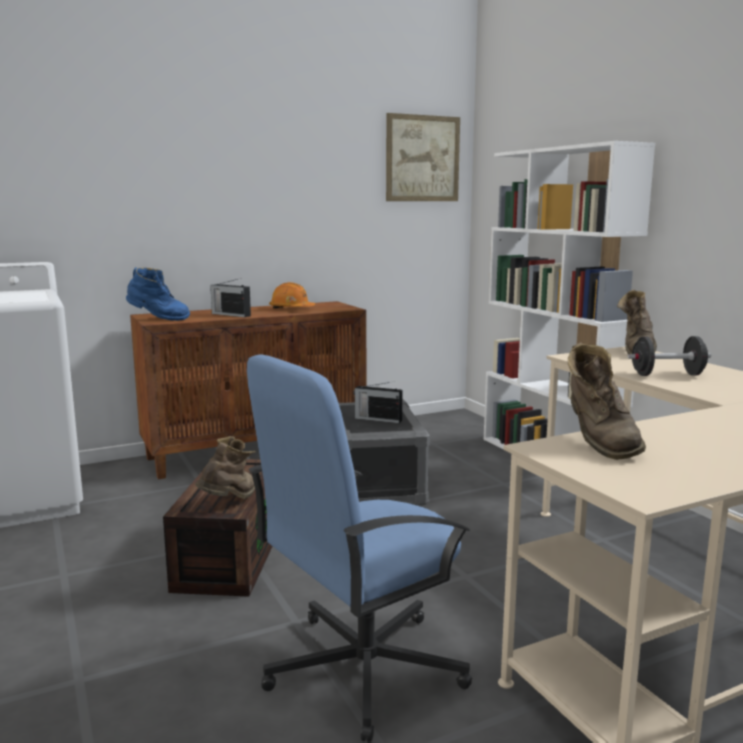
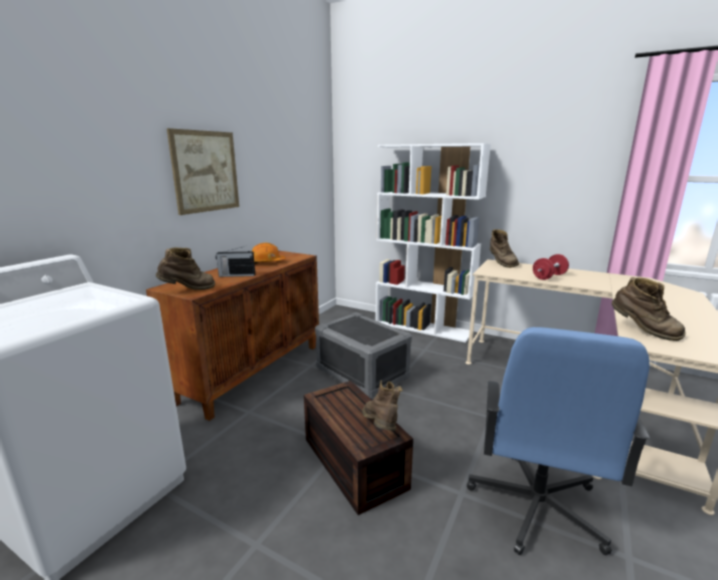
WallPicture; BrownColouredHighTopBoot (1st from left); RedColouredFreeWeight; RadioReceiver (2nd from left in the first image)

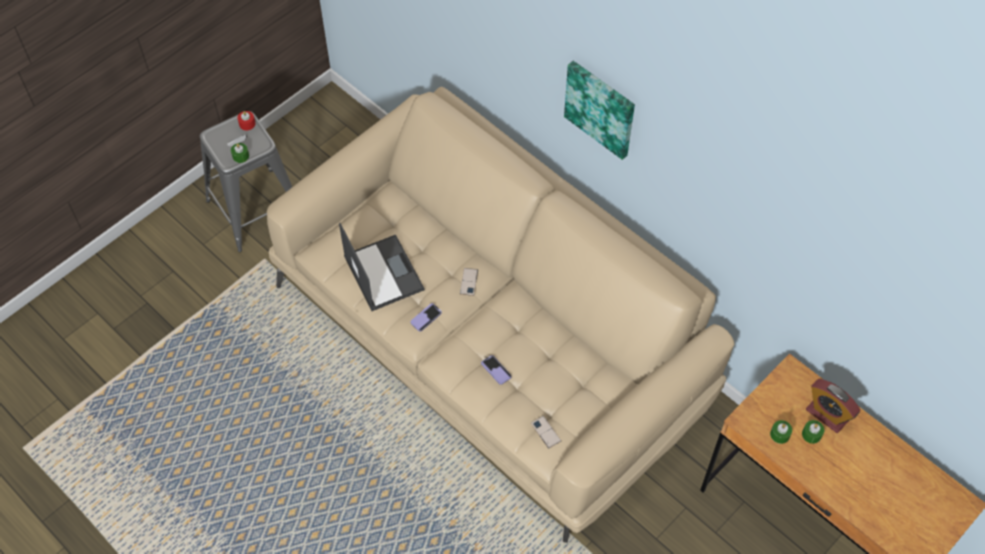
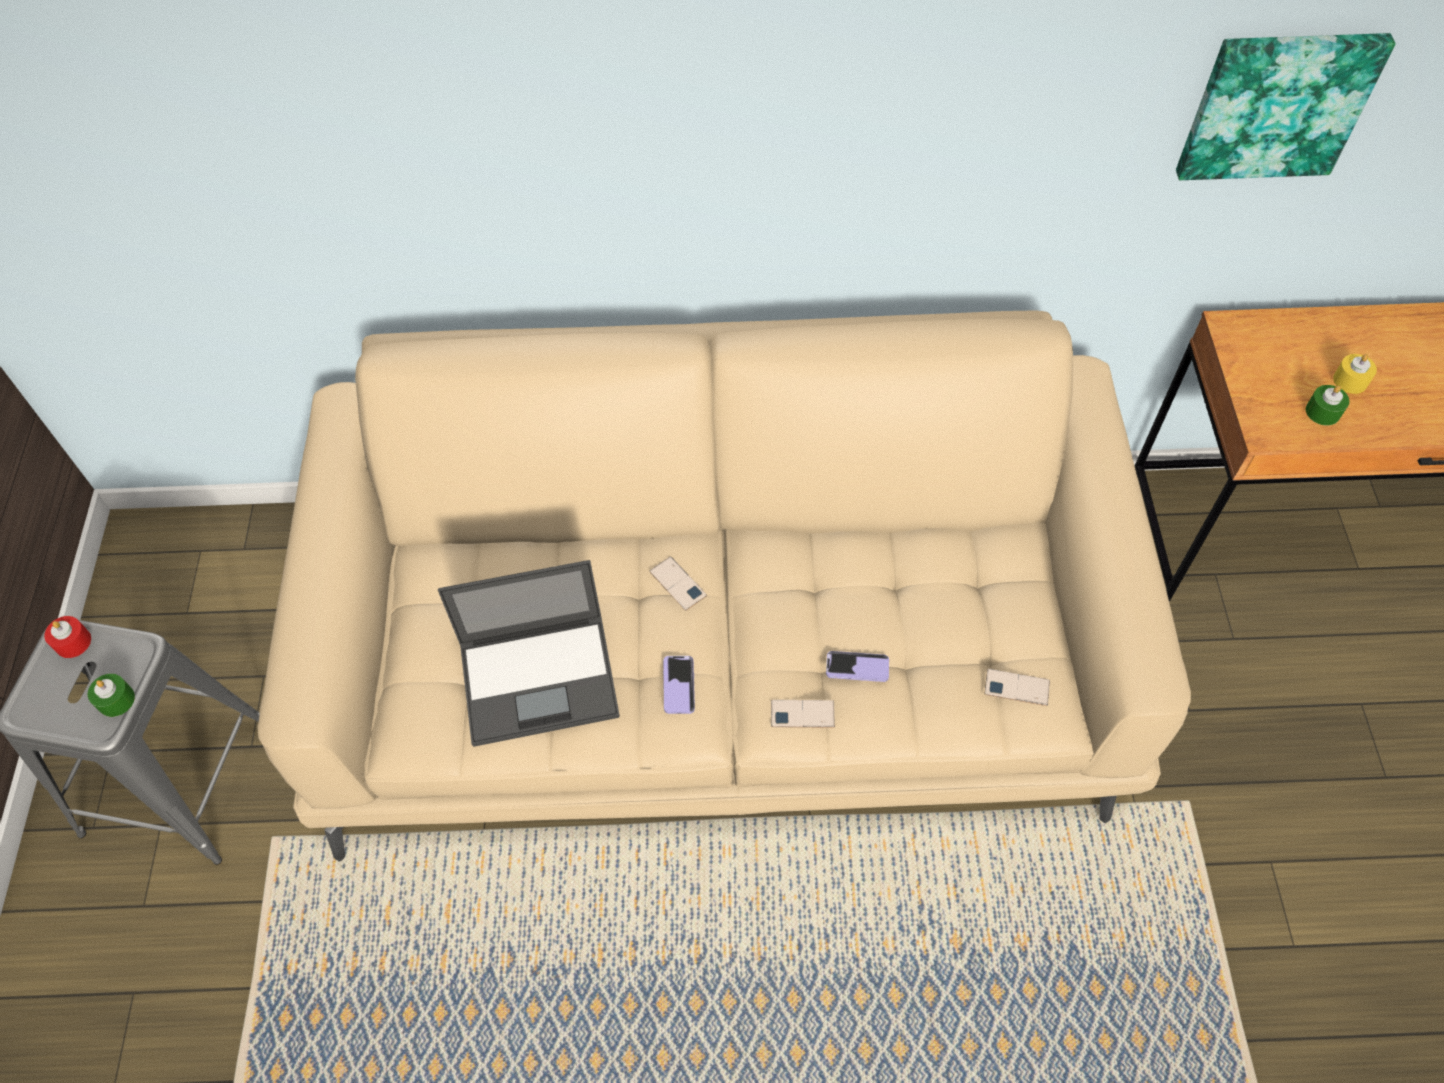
WallPicture; Laptop; BedsideClock; YellowishWaxCandle; Handset (3rd from left)

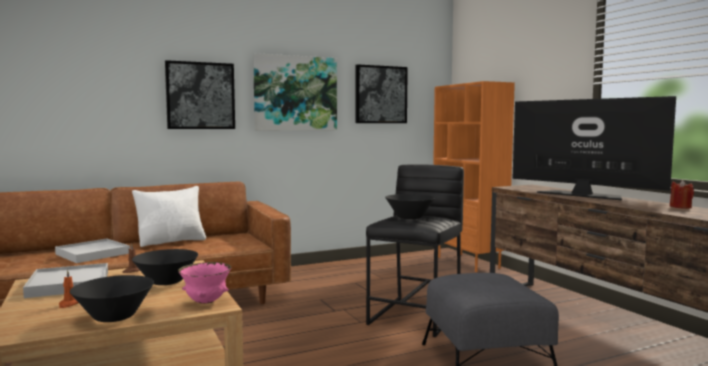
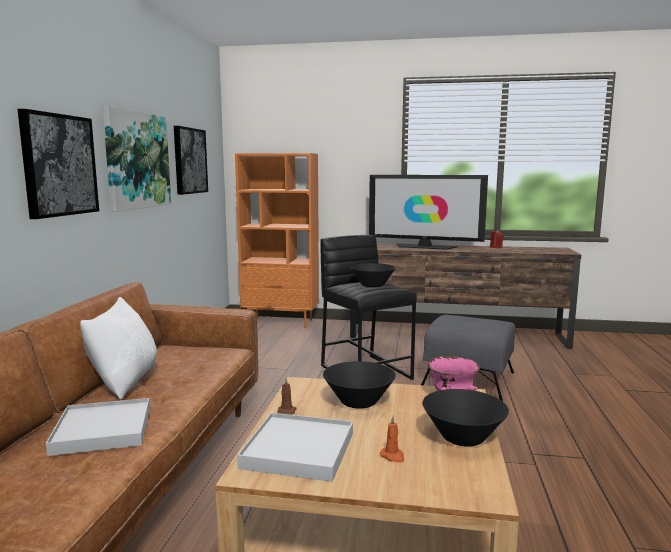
Television

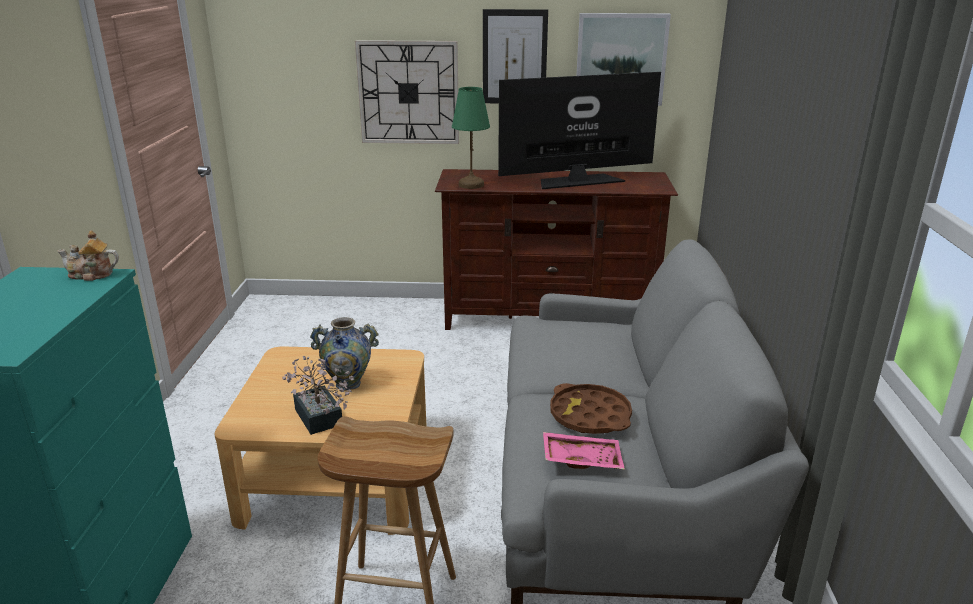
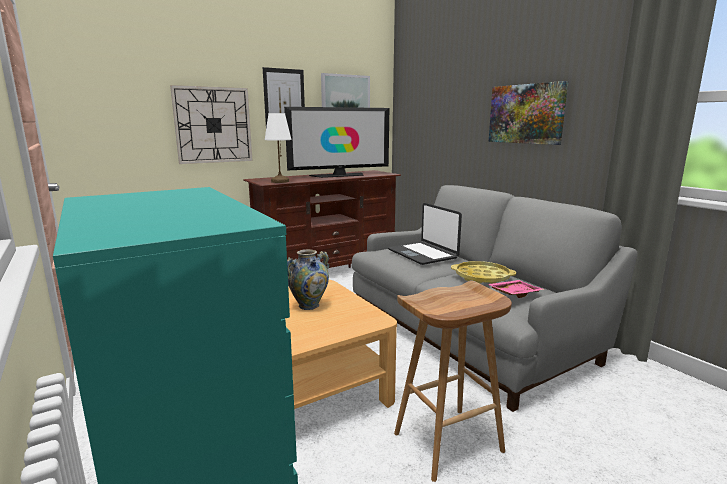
Television; WhiteColouredLampForATable; PotForTea; Houseplant; YellowishServingTray; WallPicture (3rd from left); Laptop

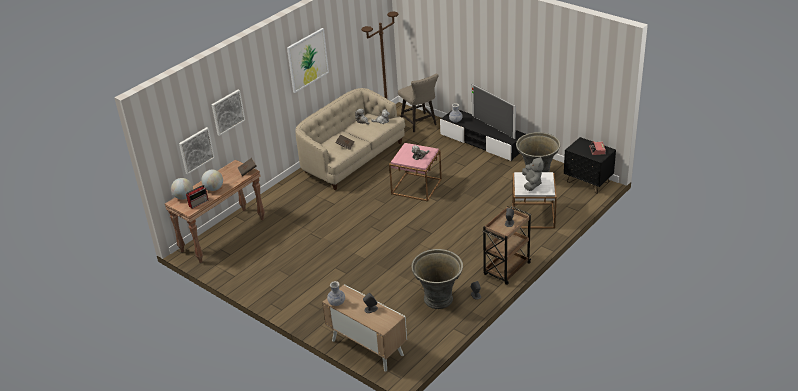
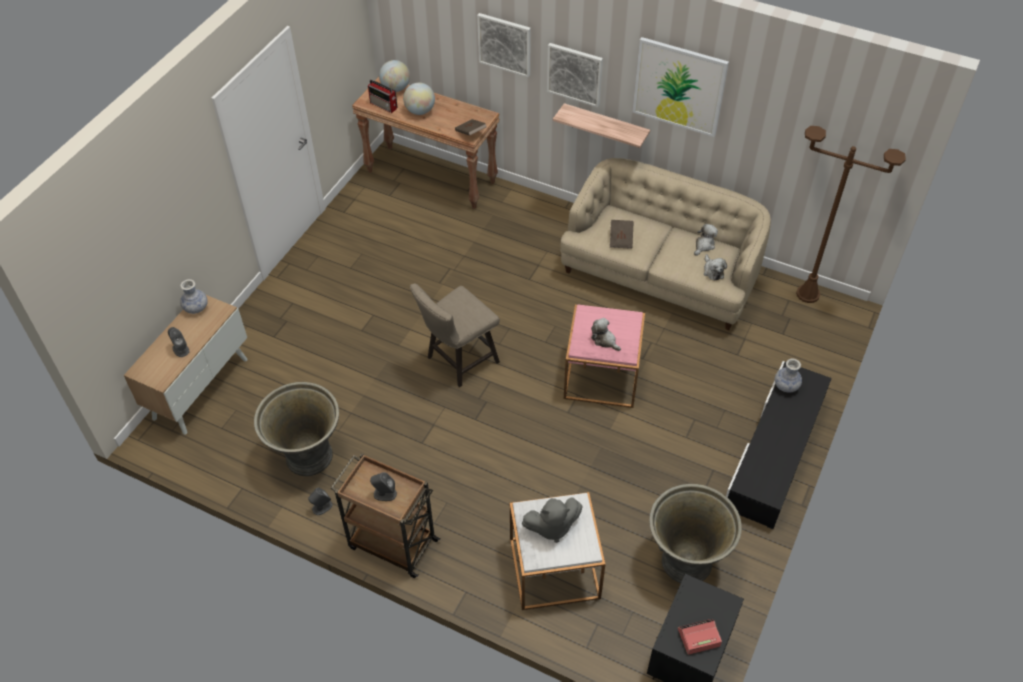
BeigeStool; Television; WallPicture (2nd from left); Shelf

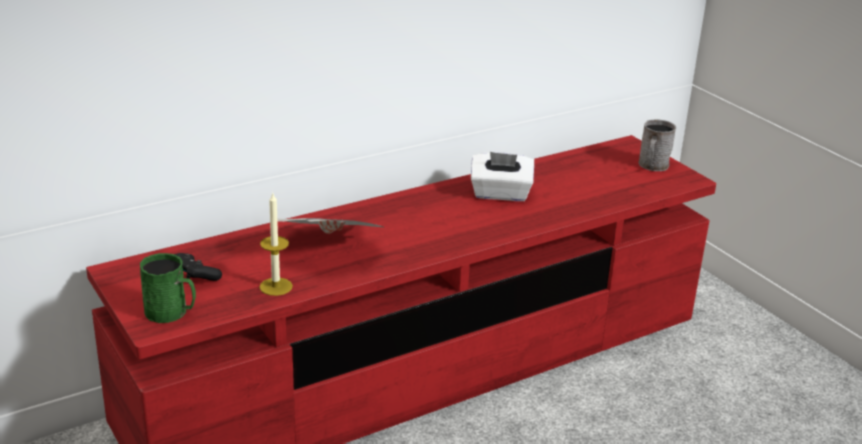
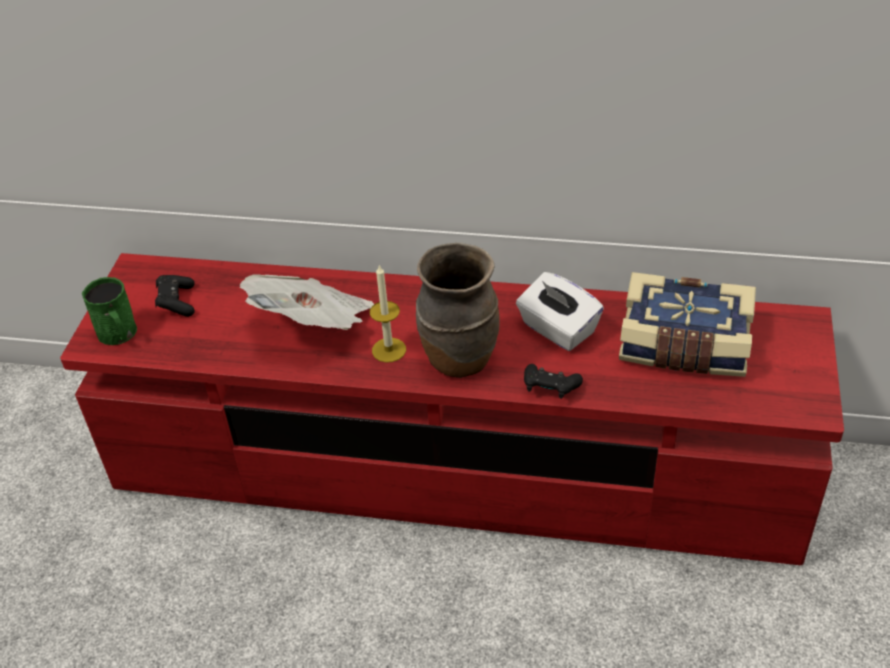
GreyMug; WaxCandle; BrownColouredDecorativeVase; Volume; BlackColouredGameController (2nd from left)

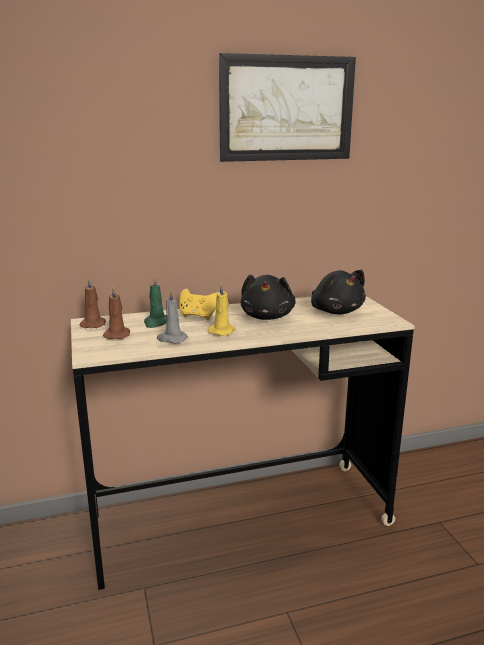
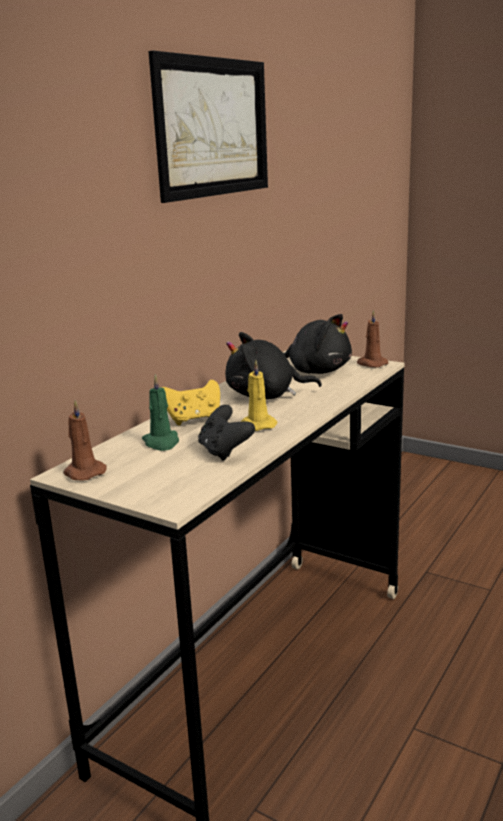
BlackColouredSoftToy (1st from left); BrownColouredWaxCandle (2nd from left); BlackColouredGameController

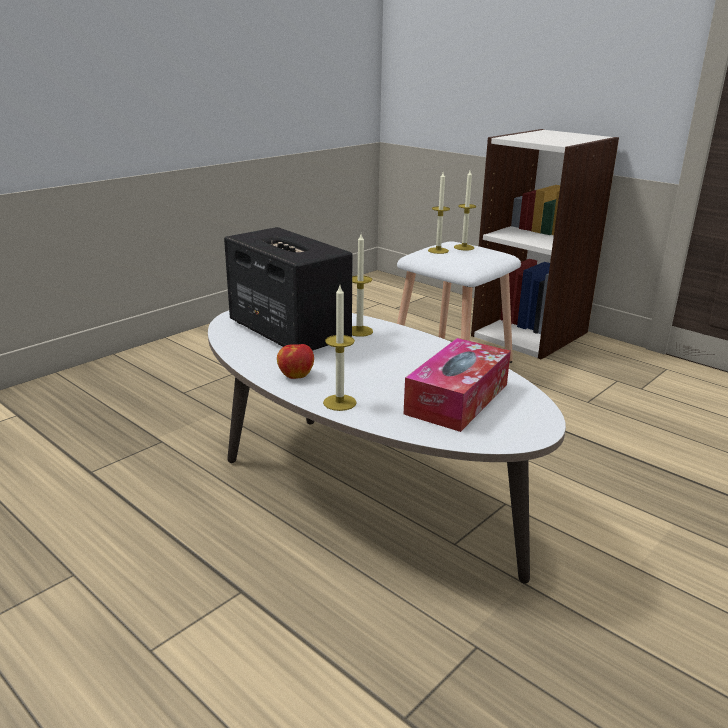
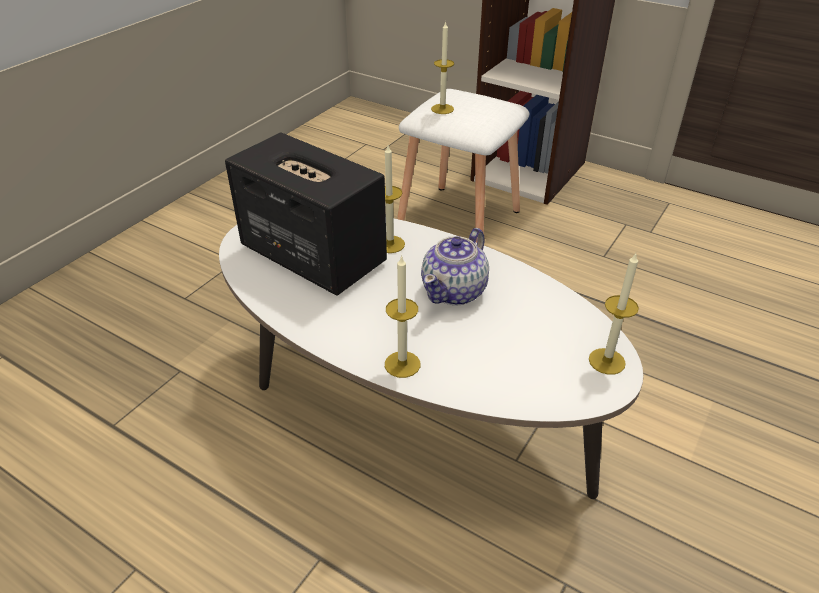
WaxCandle (4th from left); TissueBox; Apple; PotForTea

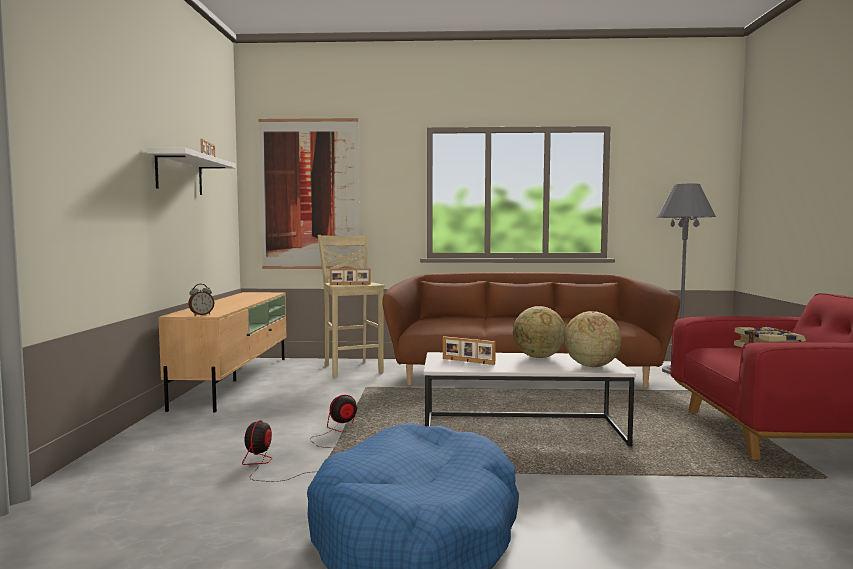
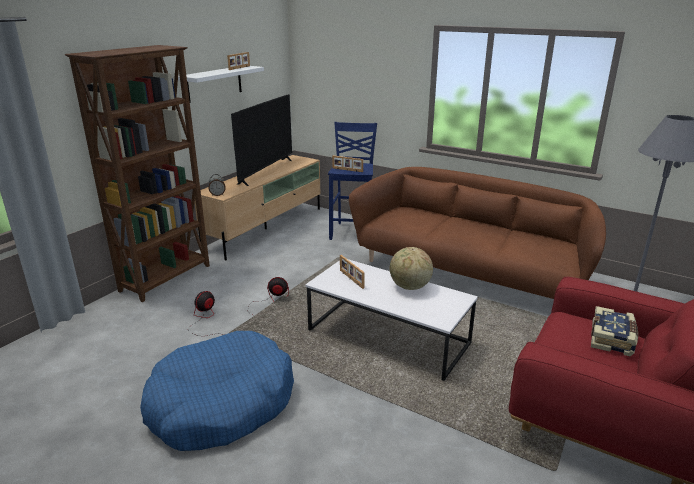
WallPicture; BluishStool; DeskGlobe (2nd from left in the first image); BrownColouredShelvingUnit; Television

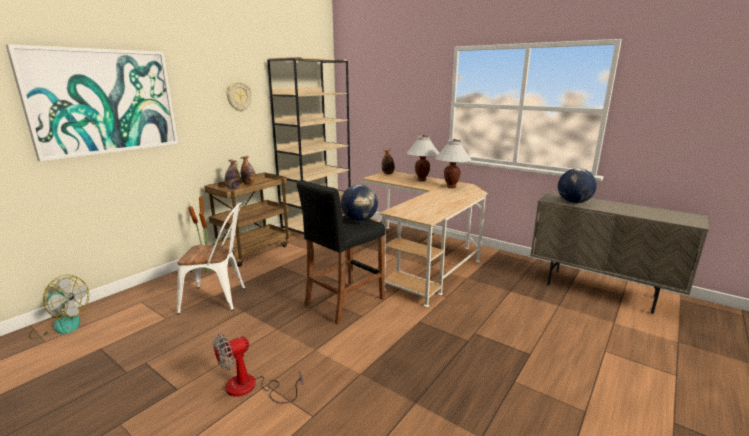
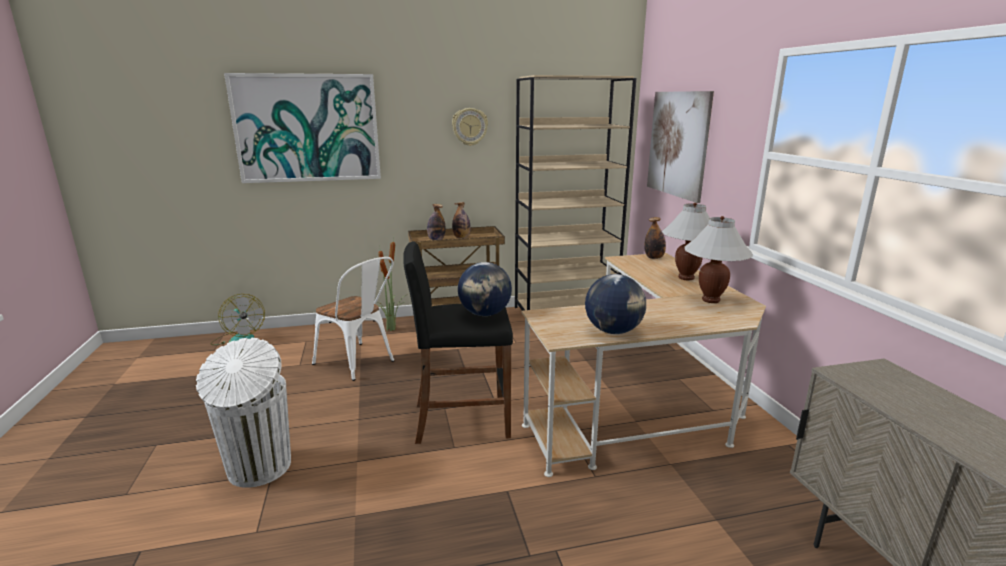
DeskGlobe (2nd from left); WhiteColouredWasteBin; WallPicture (2nd from left)

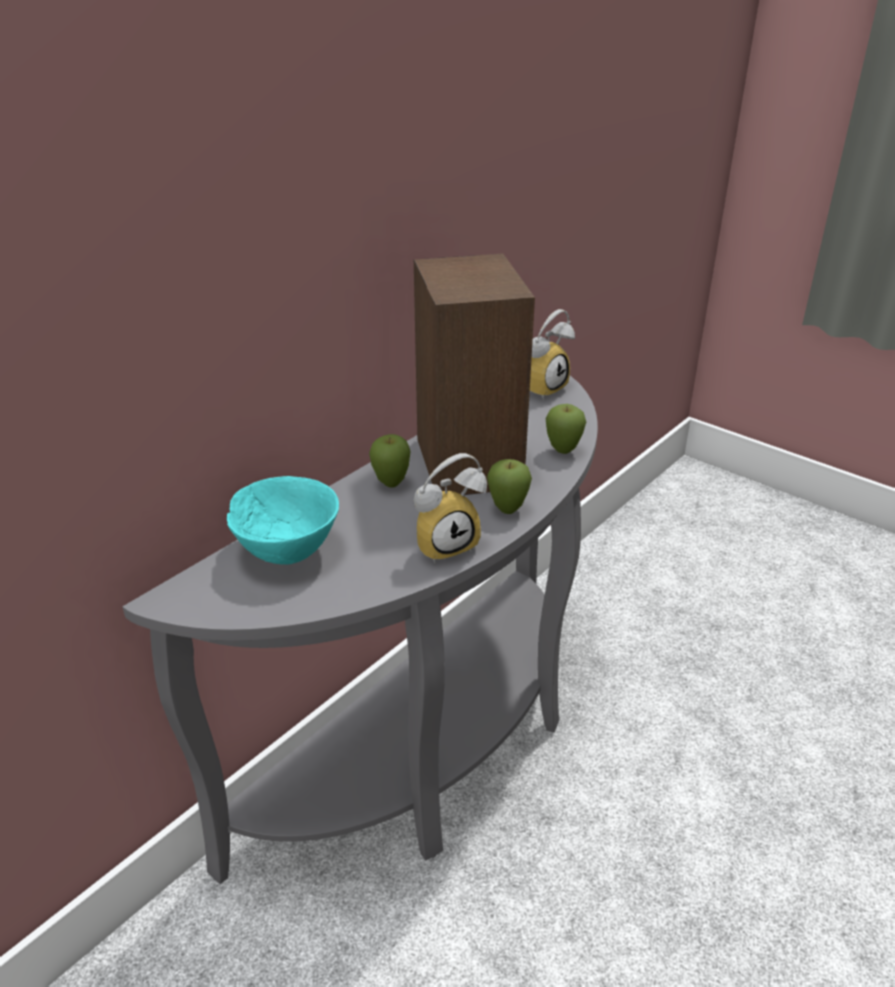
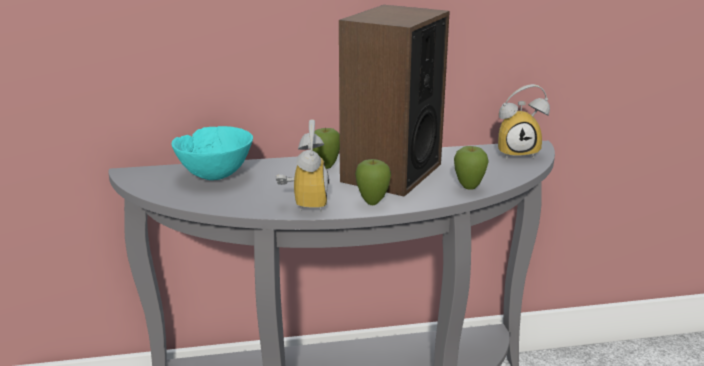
BedsideClock (1st from left)

